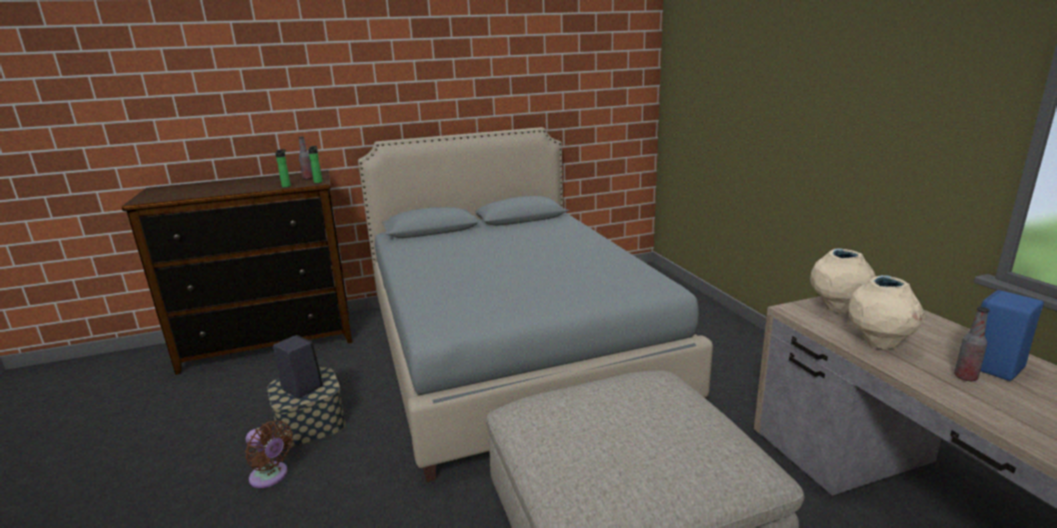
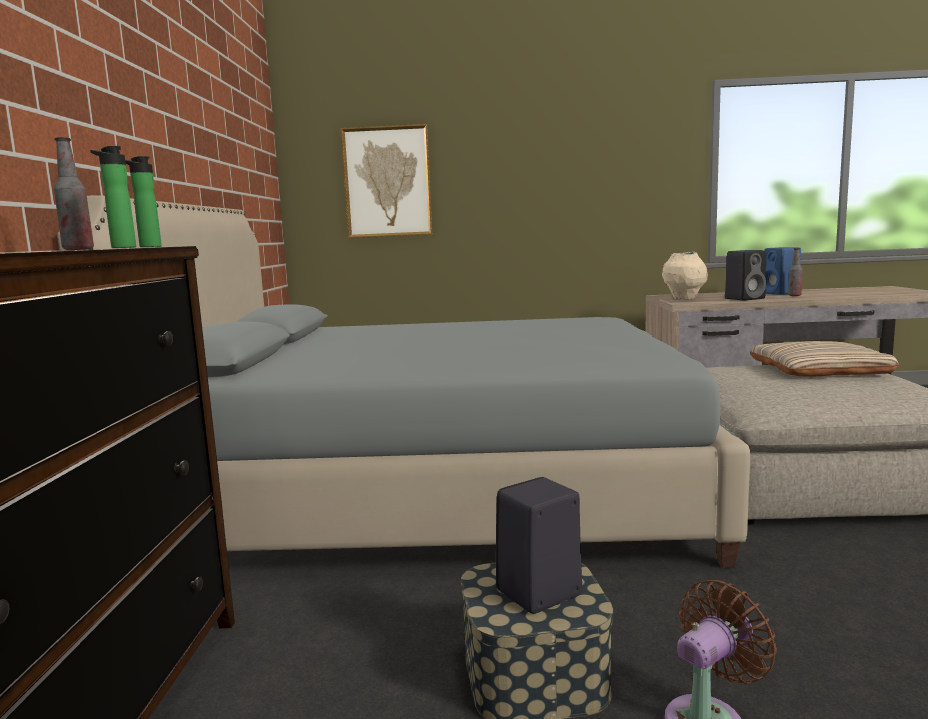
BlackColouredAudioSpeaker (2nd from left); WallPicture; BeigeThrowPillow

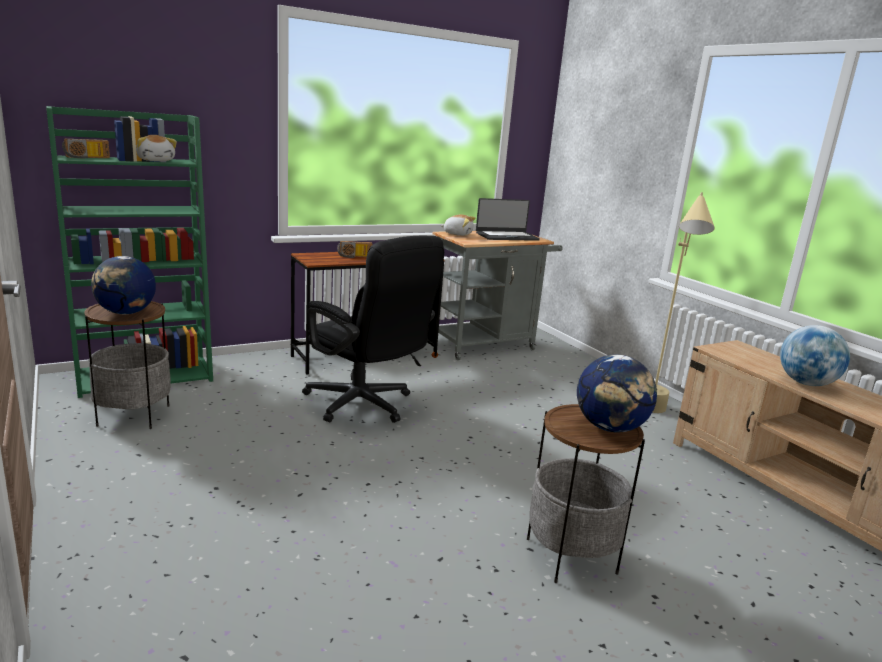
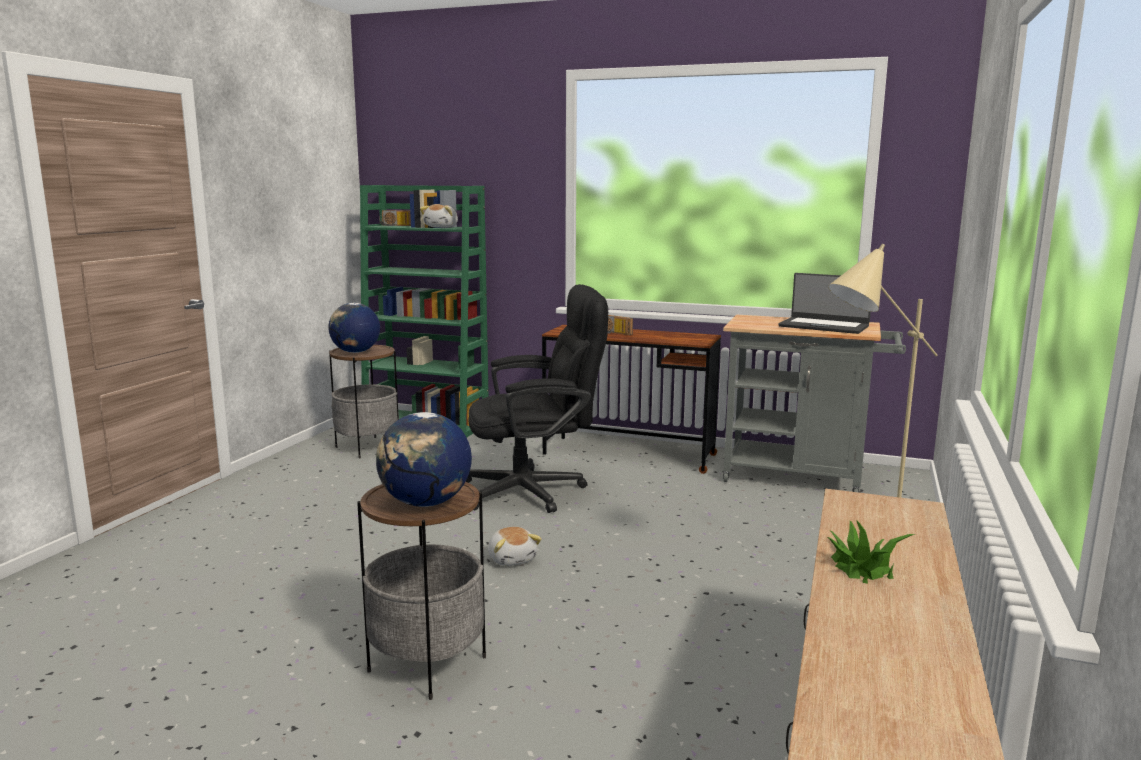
SoftToy (2nd from left); BlackColouredOfficeChair; Houseplant

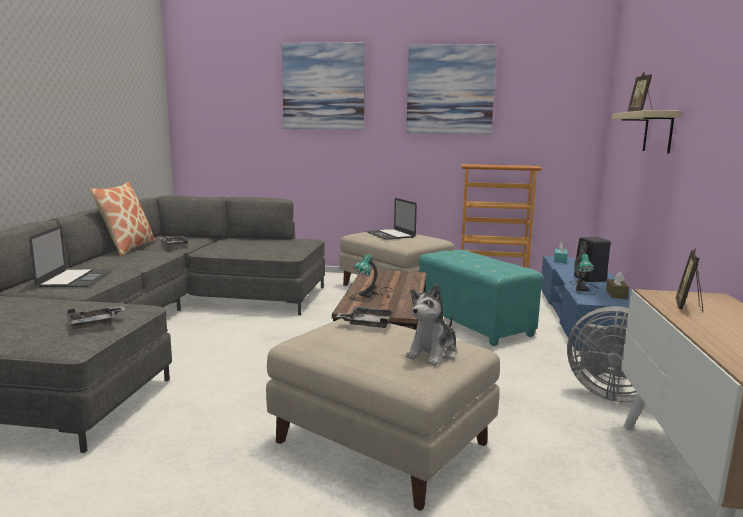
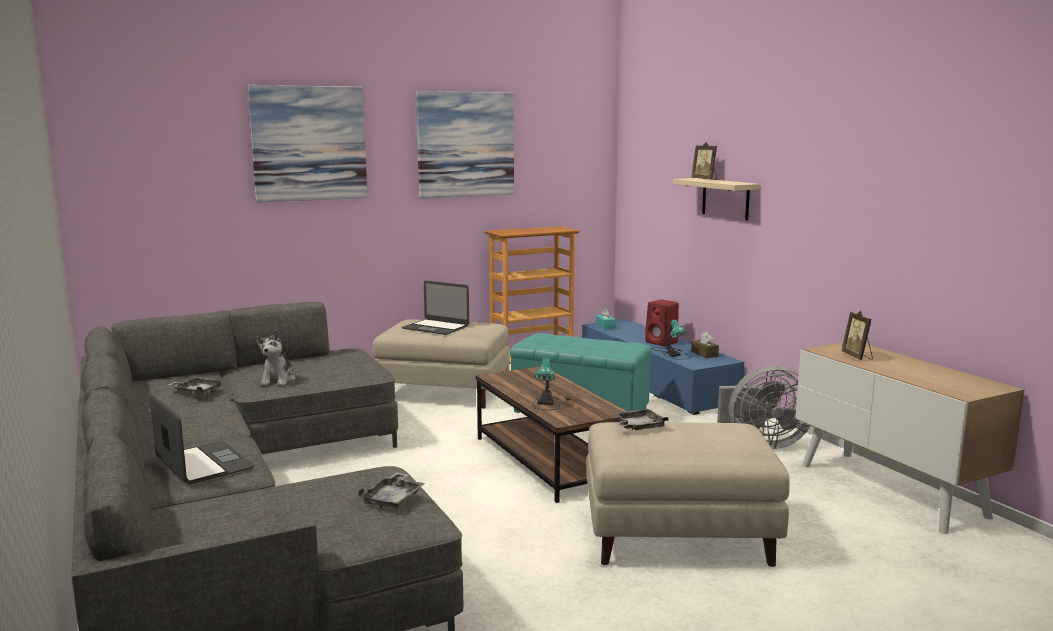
ThrowPillow; RedColouredAudioSpeaker; SoftToy

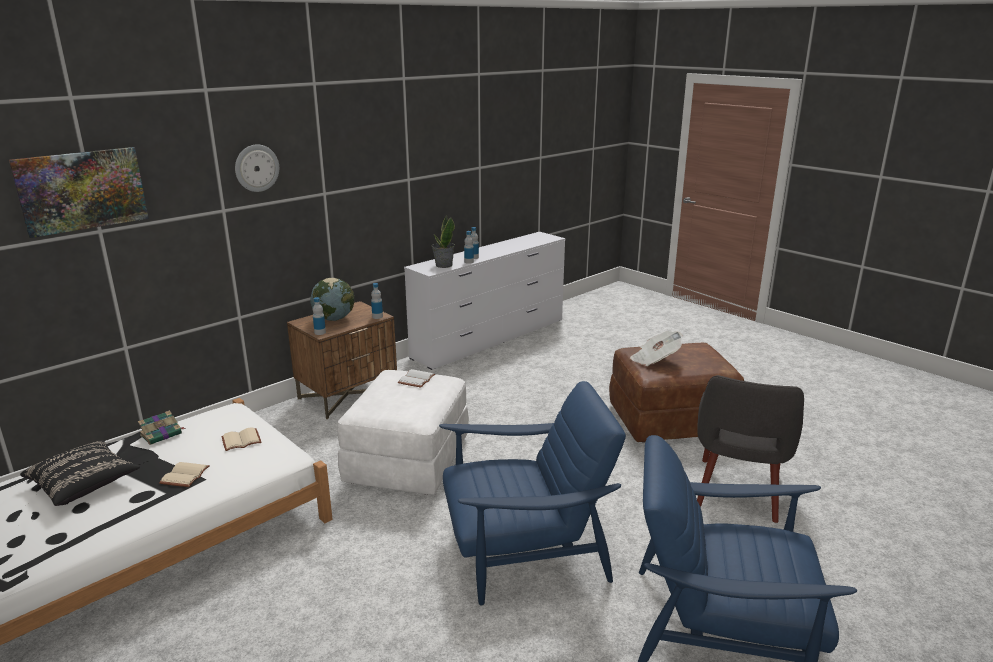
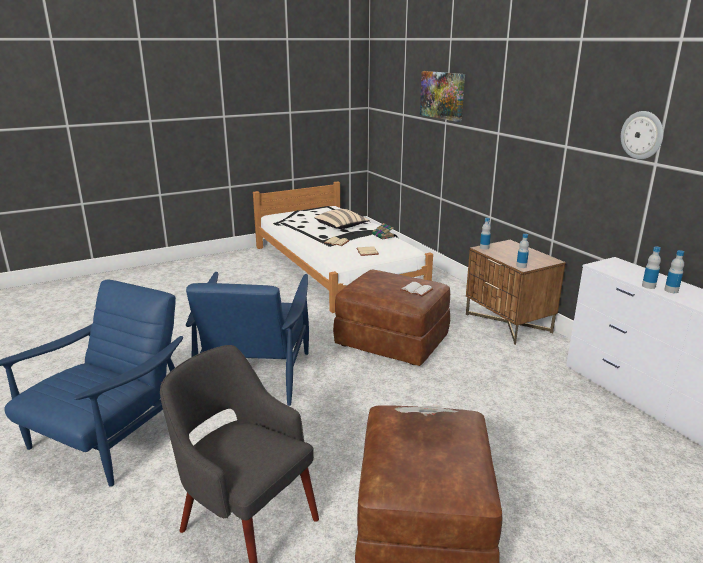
WallClock; Houseplant; DeskGlobe; BrownColouredPouffe (1st from left); BeigeThrowPillow

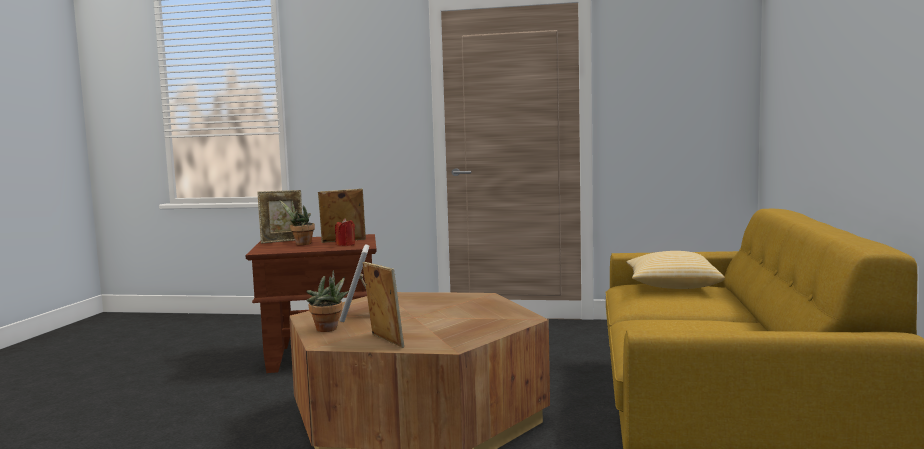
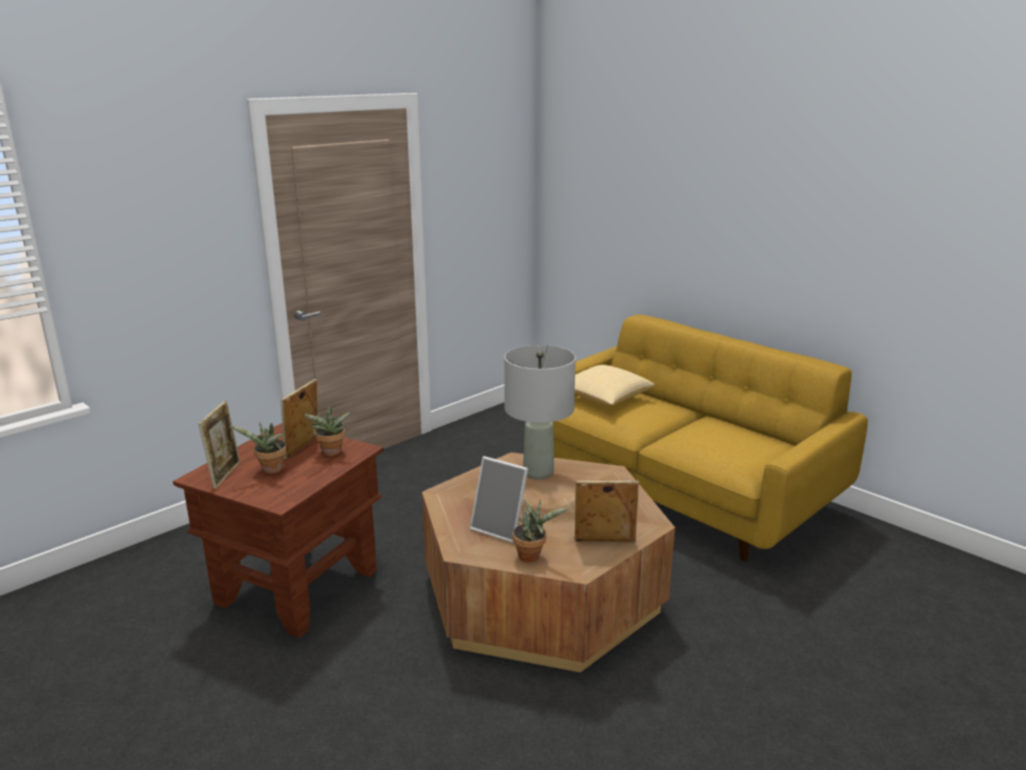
Houseplant (2nd from left); GreyLampForATable

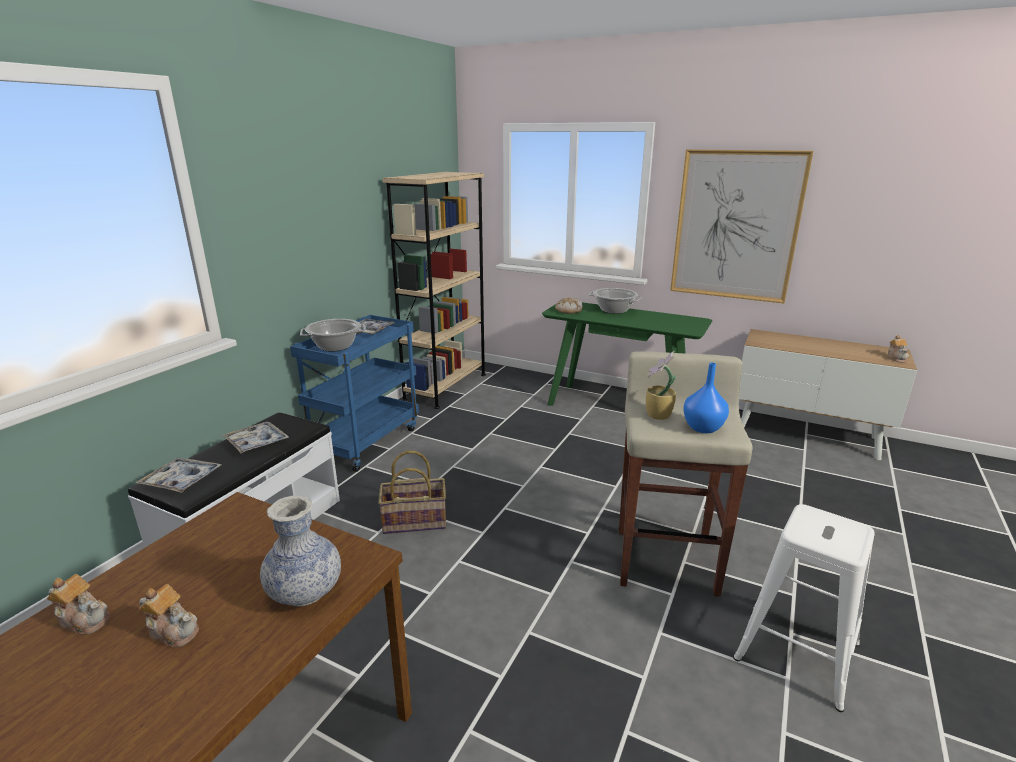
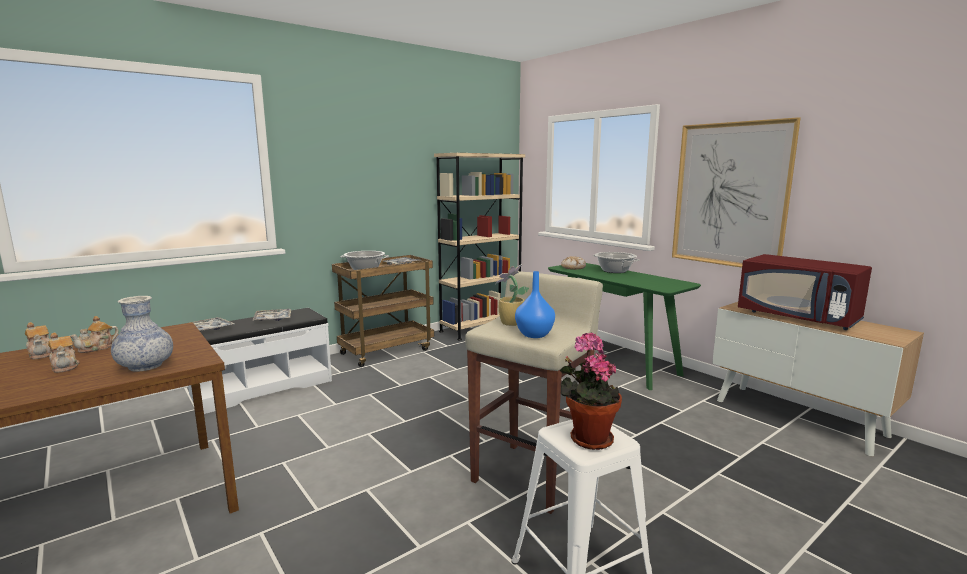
BrownColouredTrolley; PotForTea (3rd from left); HouseholdBasket; RedColouredMicrowaveOven; Houseplant (2nd from left)

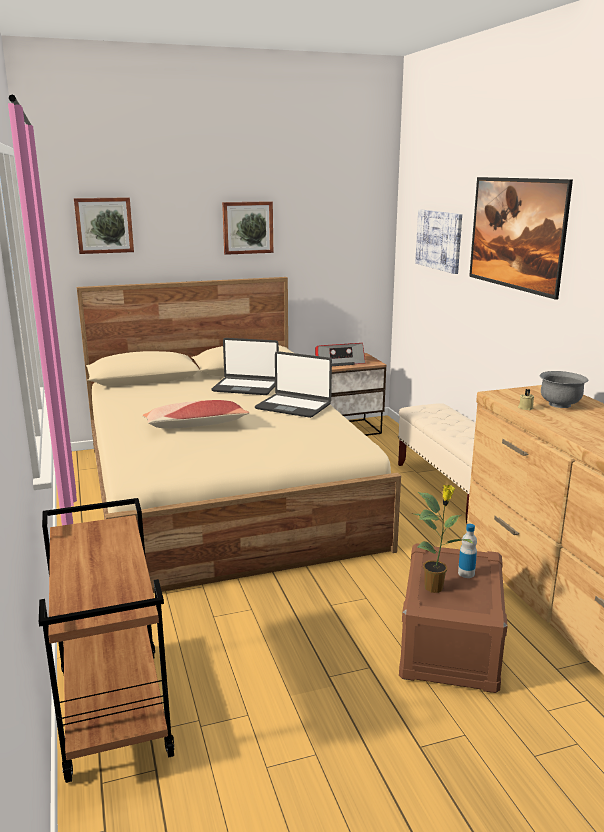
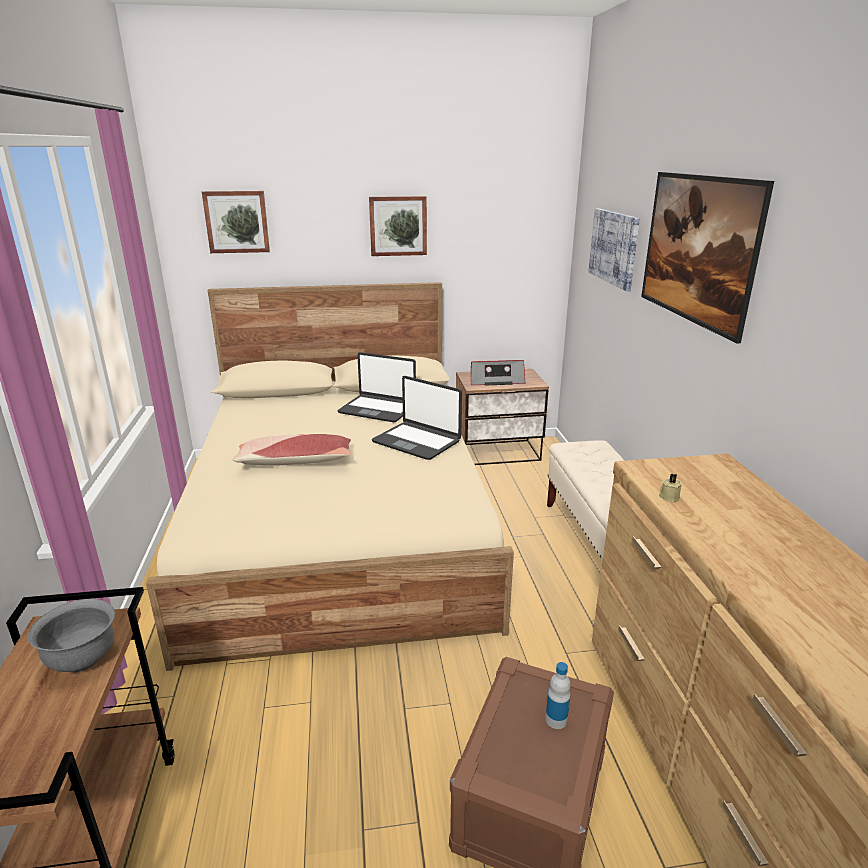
GreyServingBowl; Houseplant

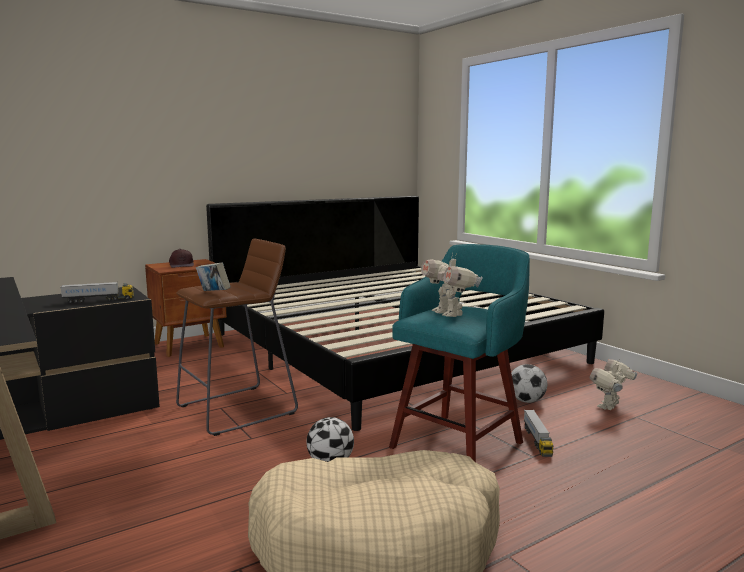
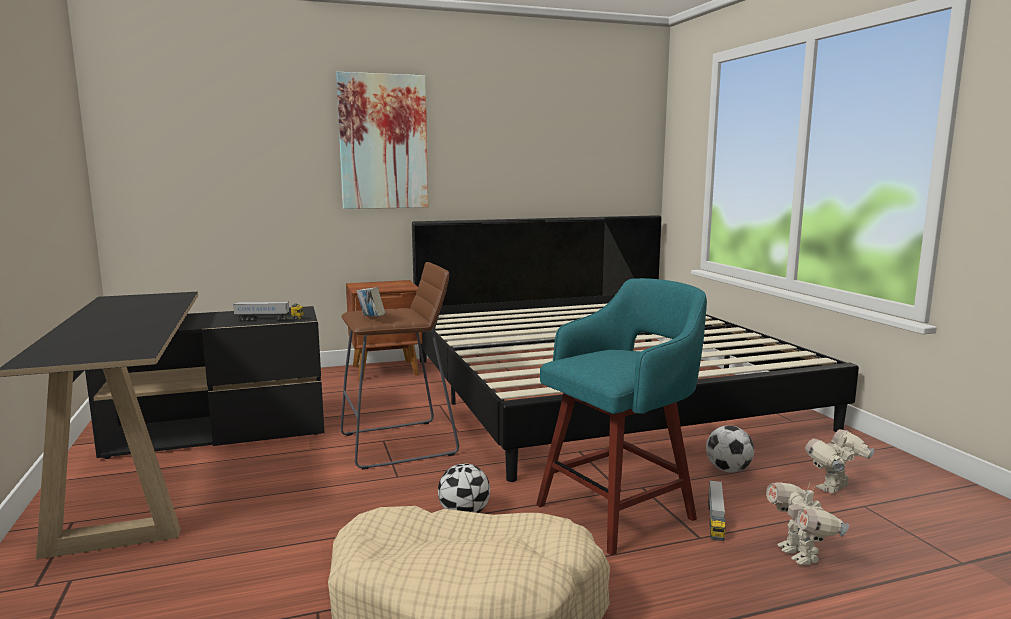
BrownColouredPeakedCap; RobotFigure (1st from left); WallPicture

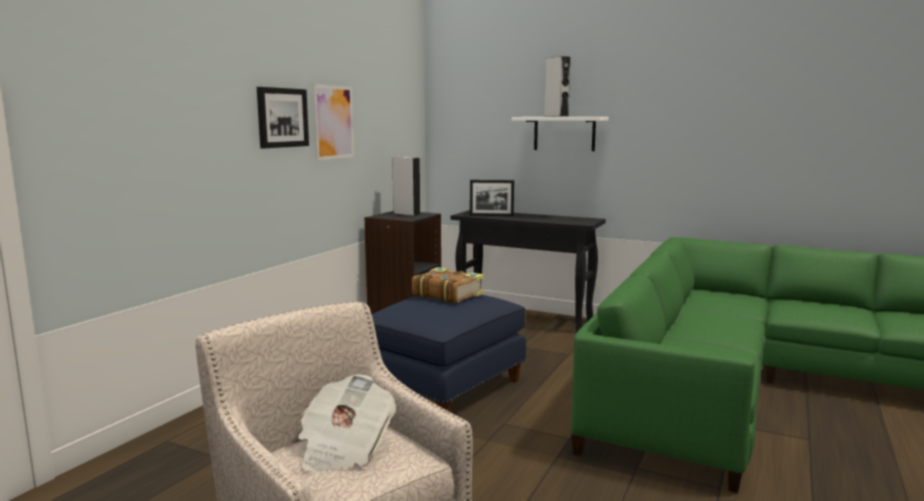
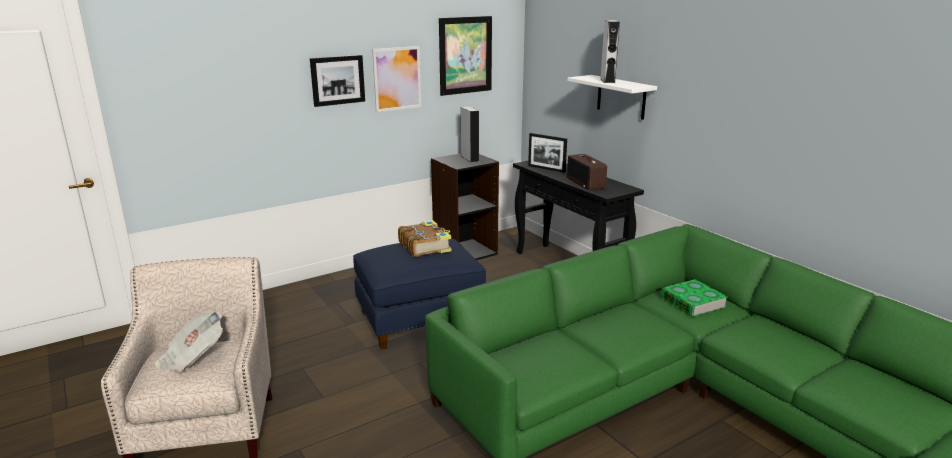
WallPicture (3rd from left); RadioReceiver; Volume (2nd from left)

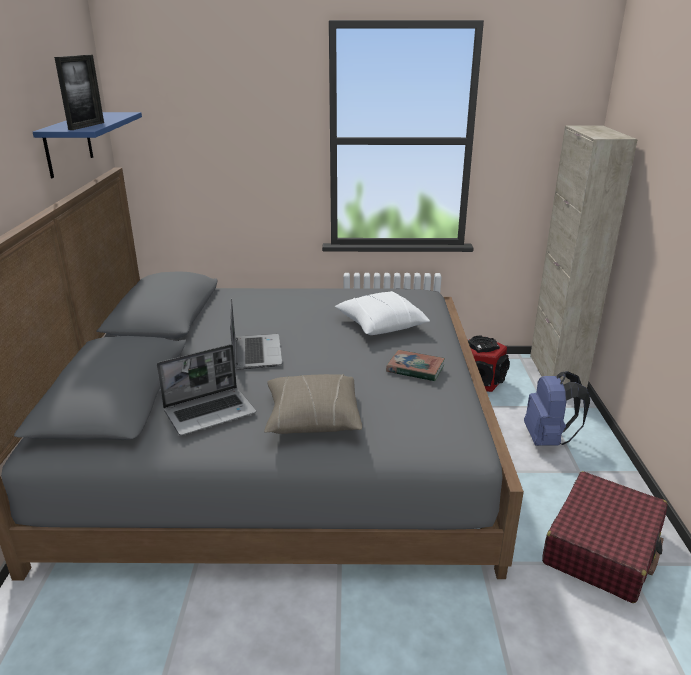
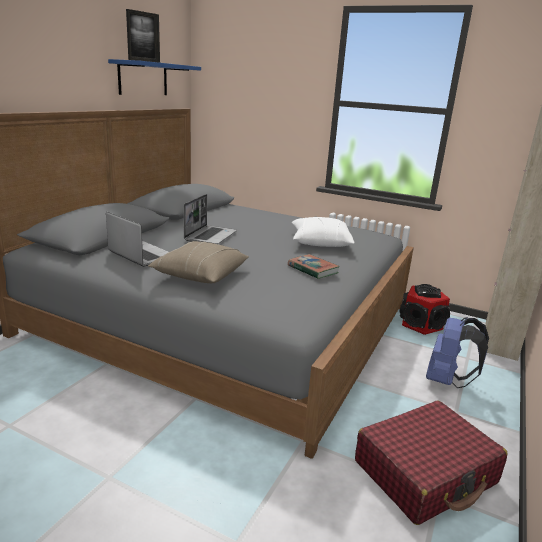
Laptop (1st from left)

